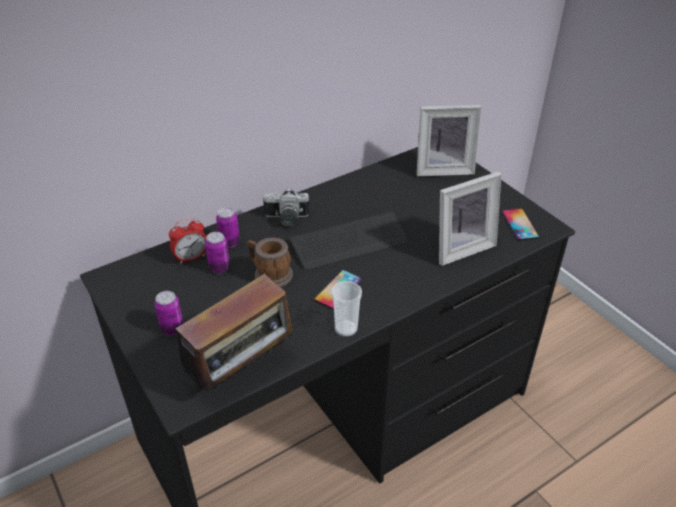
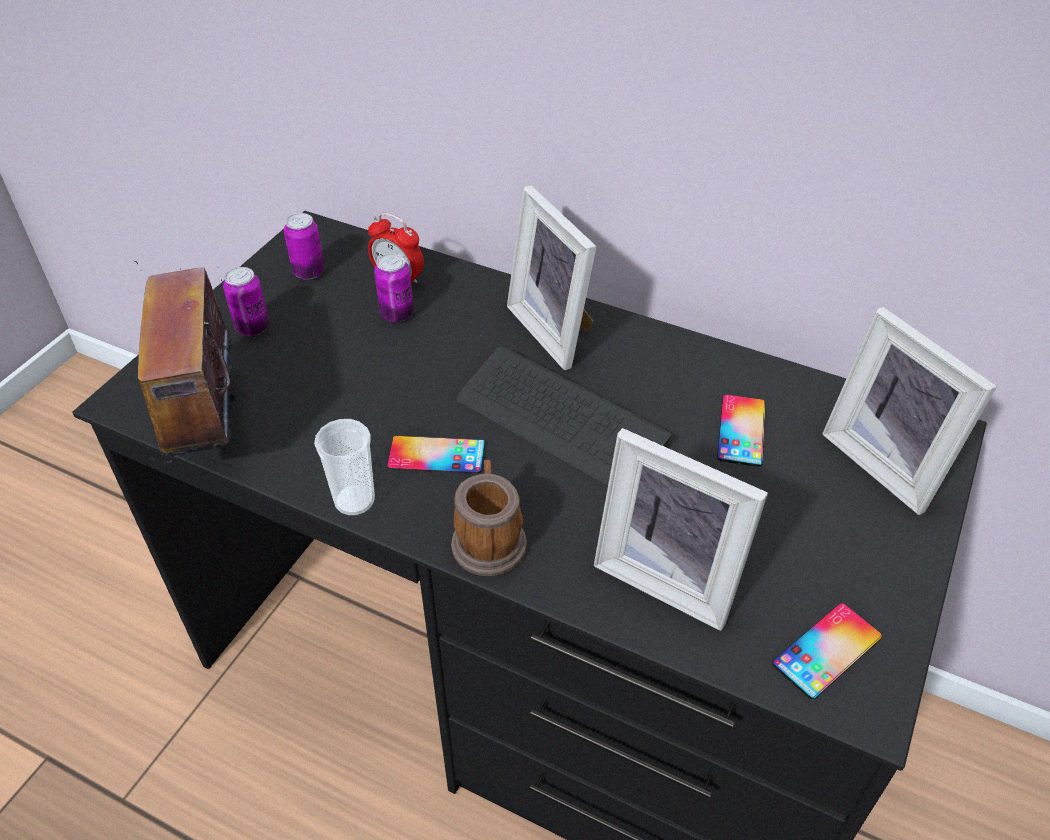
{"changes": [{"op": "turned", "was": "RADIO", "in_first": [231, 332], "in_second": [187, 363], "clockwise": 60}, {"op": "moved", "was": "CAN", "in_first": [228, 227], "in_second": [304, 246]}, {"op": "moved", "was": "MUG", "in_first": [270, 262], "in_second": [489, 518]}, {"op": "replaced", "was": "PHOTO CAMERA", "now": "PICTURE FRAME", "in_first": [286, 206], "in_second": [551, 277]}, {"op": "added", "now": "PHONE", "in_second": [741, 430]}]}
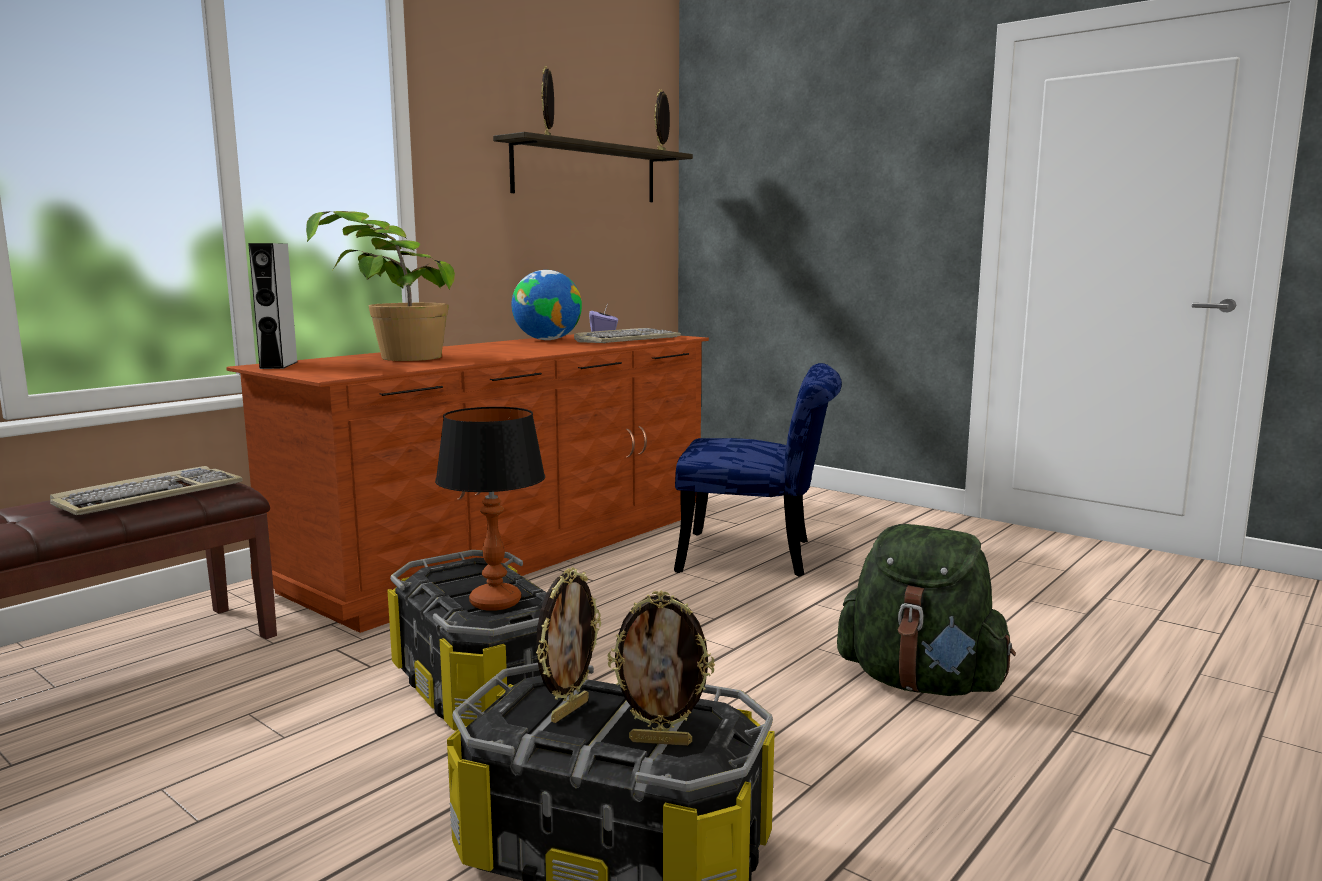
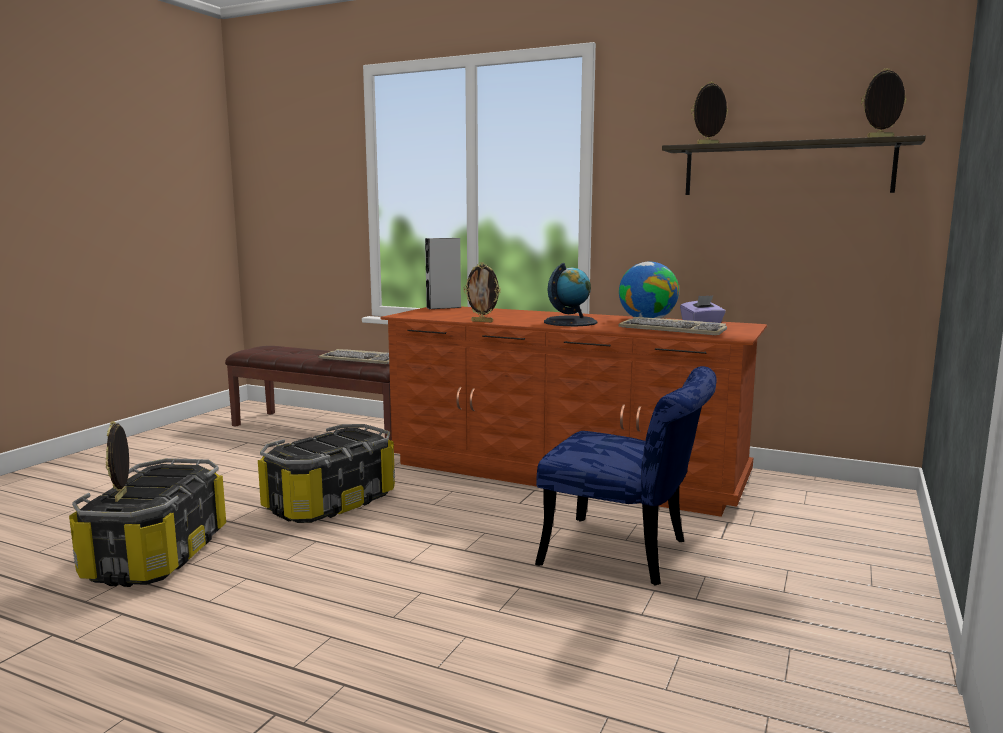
{"changes": [{"op": "removed", "was": "POTTED PLANT", "in_first": [380, 286]}, {"op": "removed", "was": "TABLE LAMP", "in_first": [490, 509]}, {"op": "moved", "was": "PICTURE FRAME", "in_first": [568, 645], "in_second": [482, 292]}, {"op": "turned", "was": "BLUE CHAIR", "in_first": [758, 469], "in_second": [626, 475], "clockwise": -60}, {"op": "removed", "was": "GREEN BACKPACK", "in_first": [926, 610]}, {"op": "added", "now": "GLOBE", "in_second": [571, 294]}]}
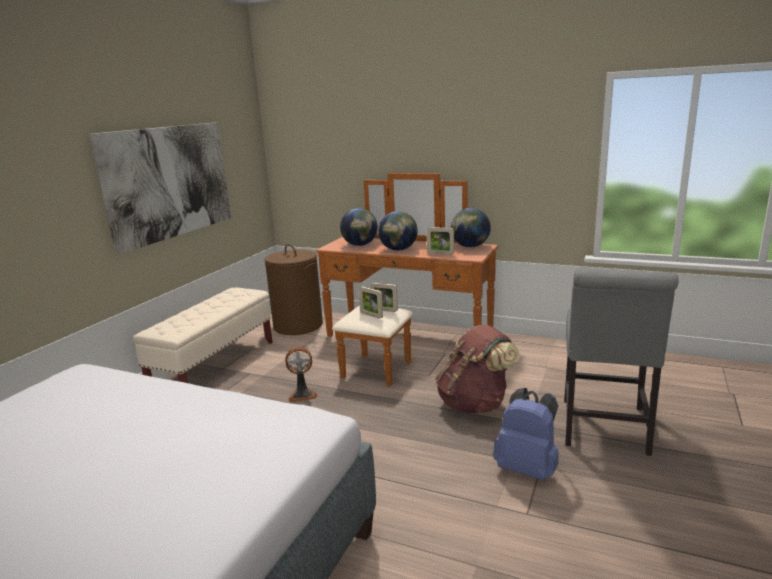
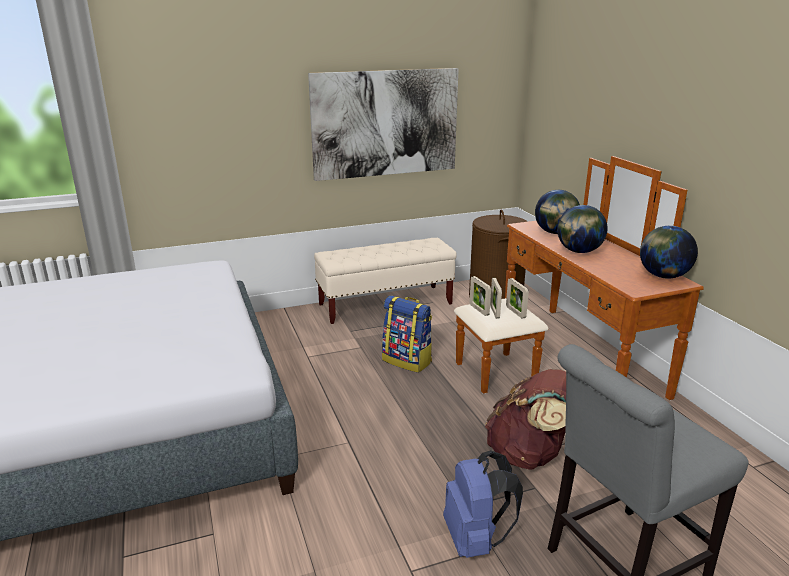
{"changes": [{"op": "replaced", "was": "FAN", "now": "BACKPACK", "in_first": [301, 374], "in_second": [407, 334]}, {"op": "moved", "was": "PICTURE FRAME", "in_first": [440, 241], "in_second": [480, 296]}]}
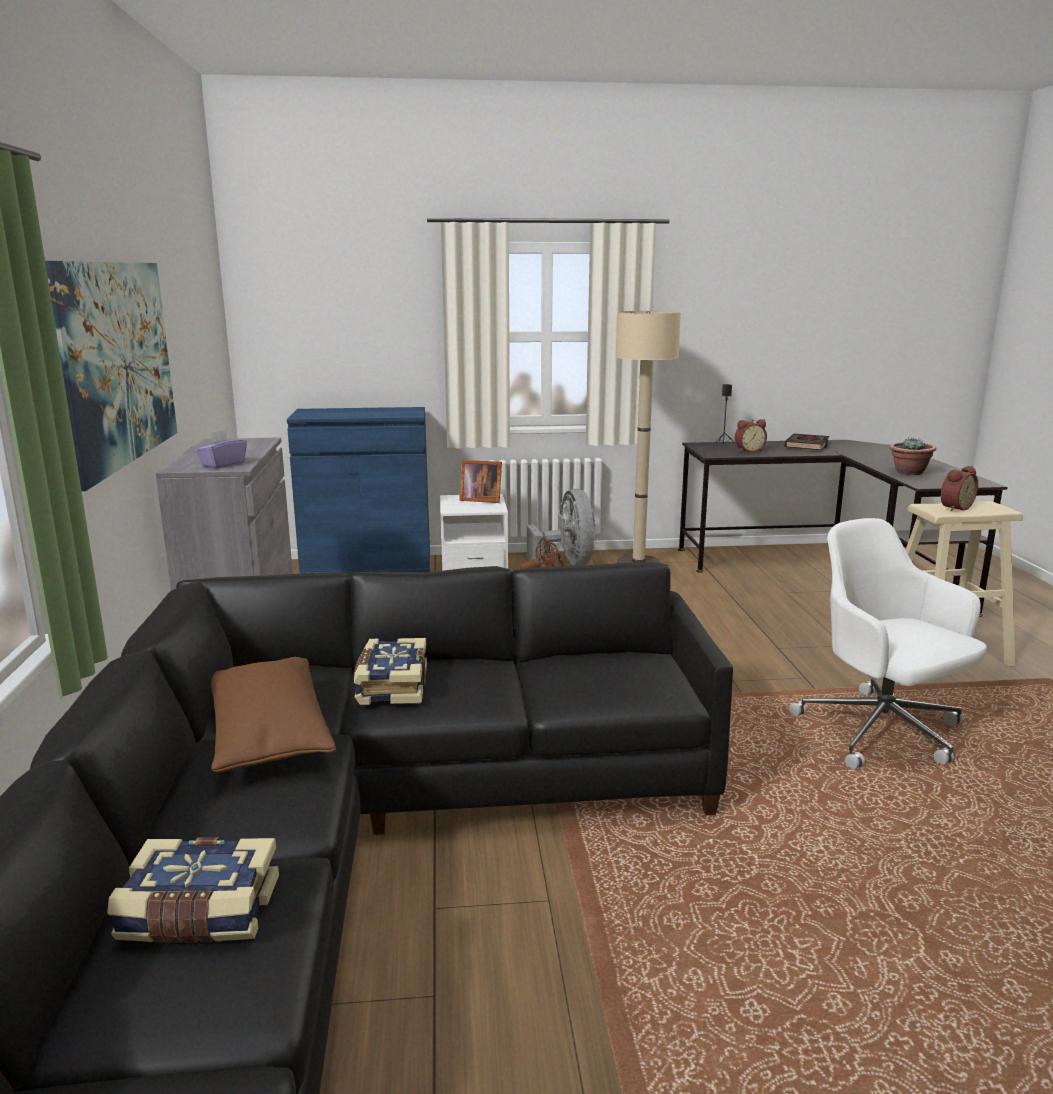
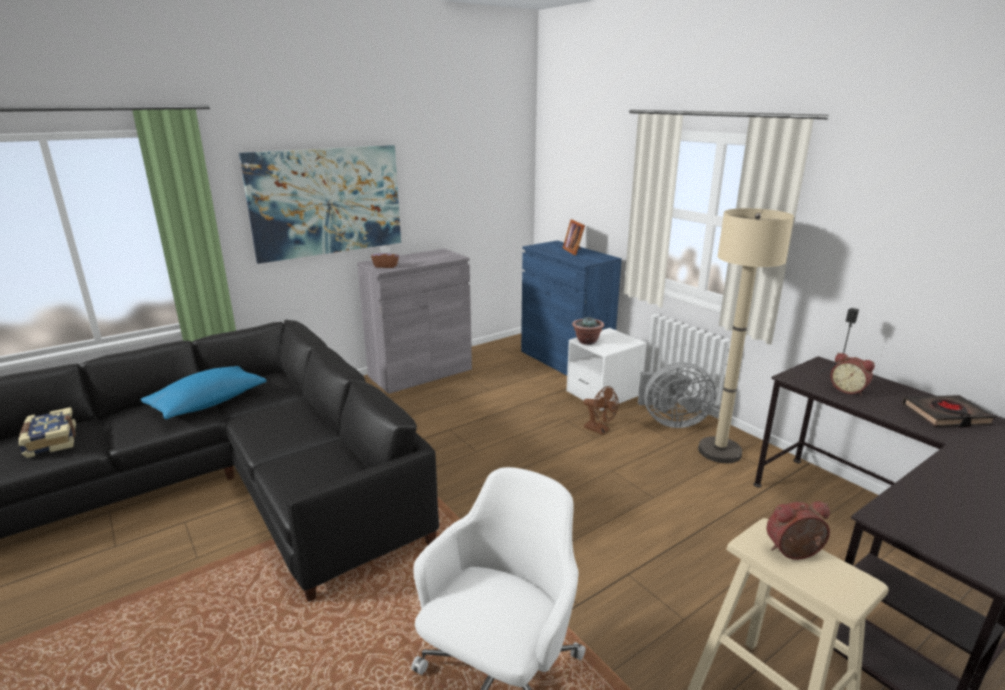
{"changes": [{"op": "recoloured", "was": "PURPLE TISSUE BOX", "now": "BROWN TISSUE BOX", "in_first": [221, 449], "in_second": [385, 257]}, {"op": "recoloured", "was": "BROWN PILLOW", "now": "BLUE PILLOW", "in_first": [273, 715], "in_second": [204, 392]}, {"op": "removed", "was": "BOOK", "in_first": [390, 671]}, {"op": "moved", "was": "PICTURE FRAME", "in_first": [480, 481], "in_second": [574, 237]}, {"op": "turned", "was": "GREY FAN", "in_first": [561, 528], "in_second": [677, 395], "clockwise": 45}, {"op": "moved", "was": "POTTED PLANT", "in_first": [912, 456], "in_second": [588, 330]}, {"op": "turned", "was": "ALARM CLOCK", "in_first": [959, 488], "in_second": [798, 531], "clockwise": 150}]}
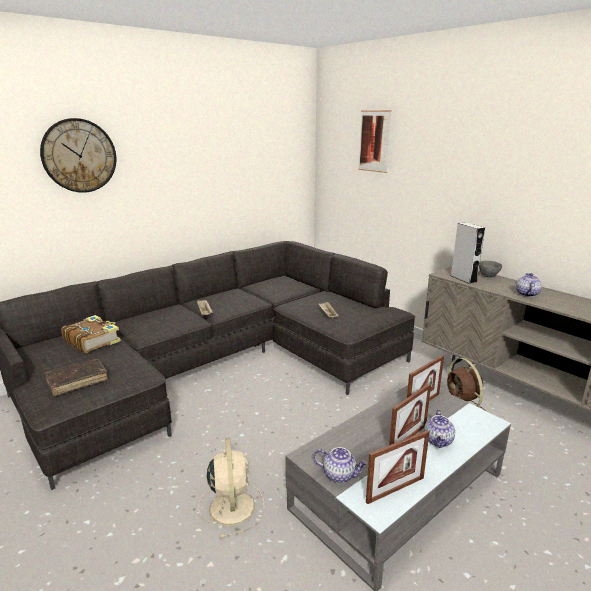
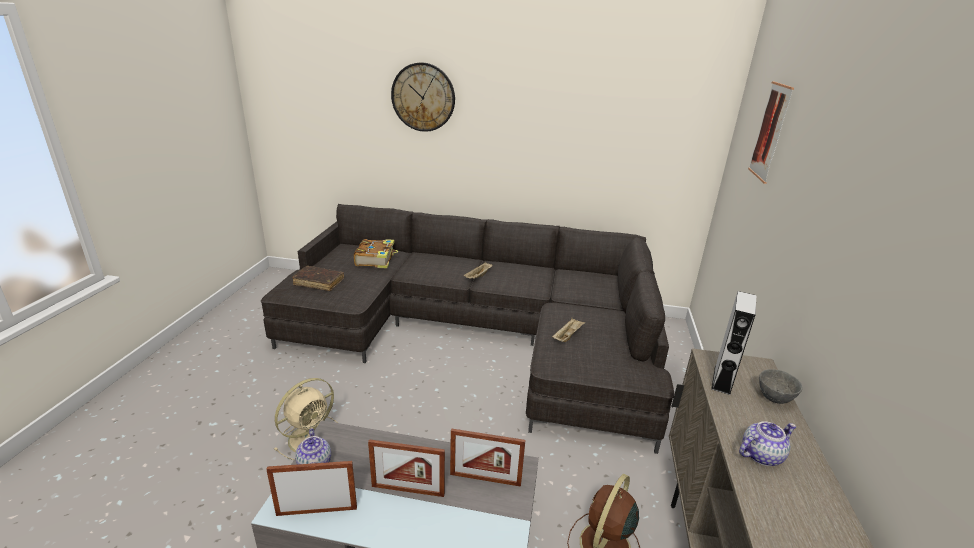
{"changes": [{"op": "turned", "was": "PICTURE FRAME", "in_first": [398, 467], "in_second": [311, 488], "clockwise": 150}, {"op": "removed", "was": "TEAPOT", "in_first": [439, 429]}]}
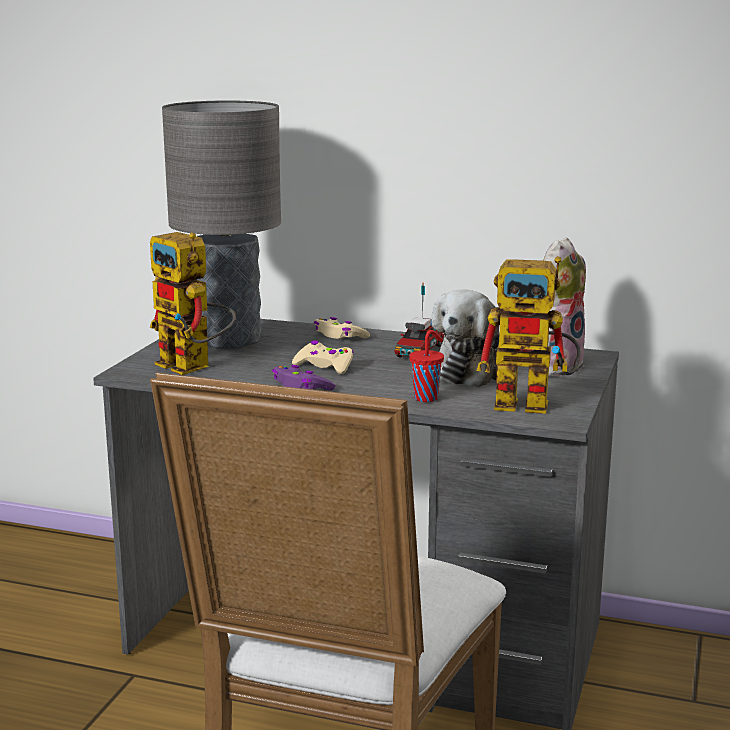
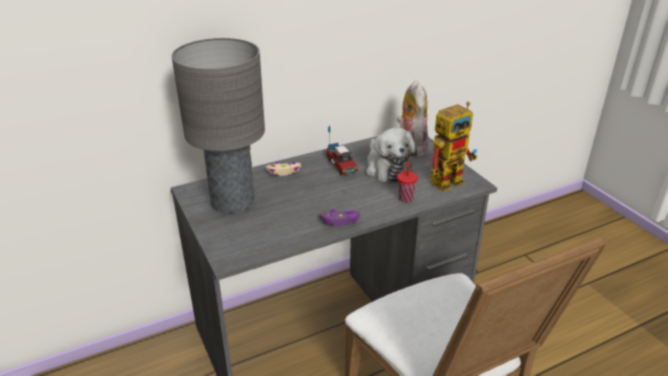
{"changes": [{"op": "removed", "was": "TOY ROBOT", "in_first": [193, 303]}, {"op": "removed", "was": "BEIGE GAME CONTROLLER", "in_first": [322, 357]}]}
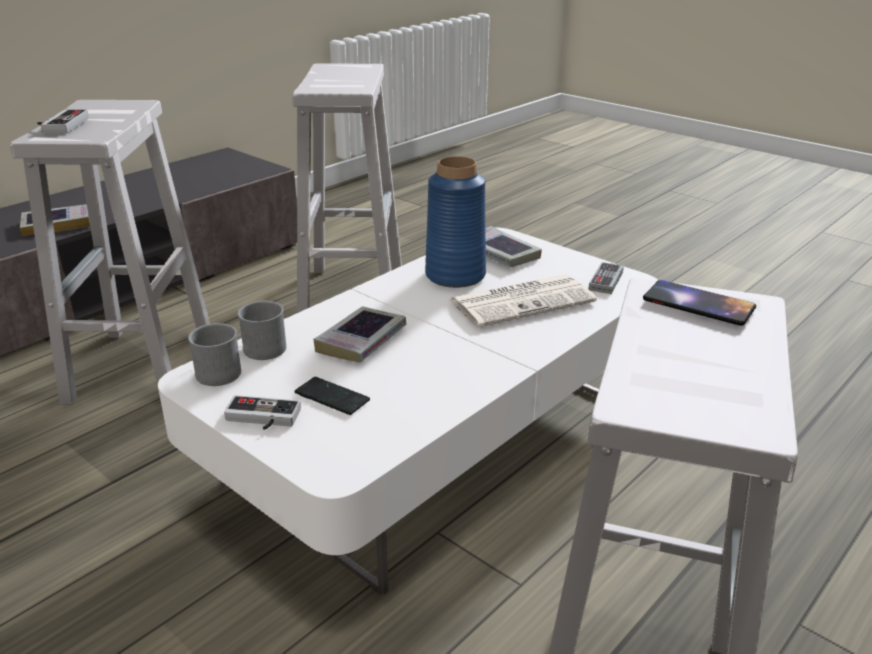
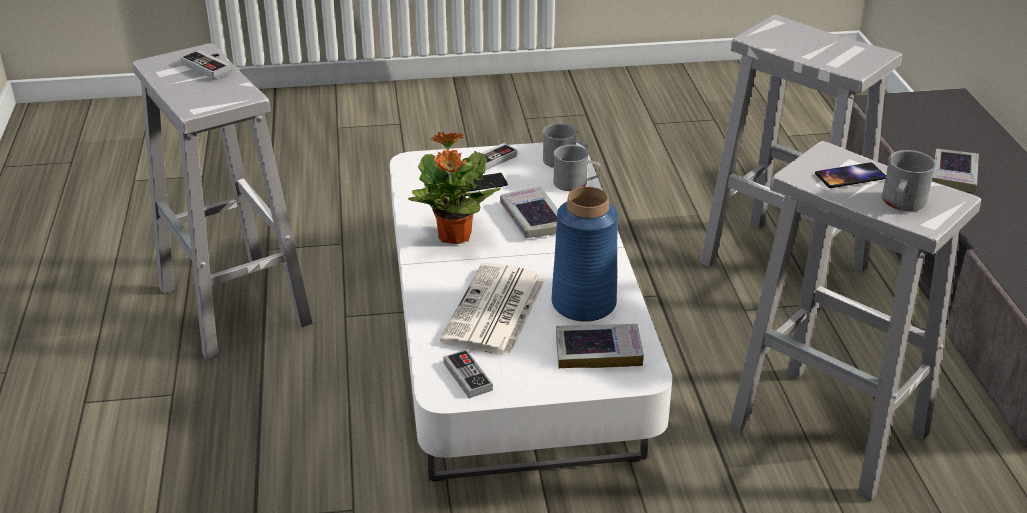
{"changes": [{"op": "moved", "was": "GAME CONTROLLER", "in_first": [63, 122], "in_second": [206, 64]}, {"op": "moved", "was": "PHONE", "in_first": [699, 303], "in_second": [850, 175]}, {"op": "added", "now": "POTTED PLANT", "in_second": [454, 187]}, {"op": "added", "now": "GREY MUG", "in_second": [909, 180]}]}
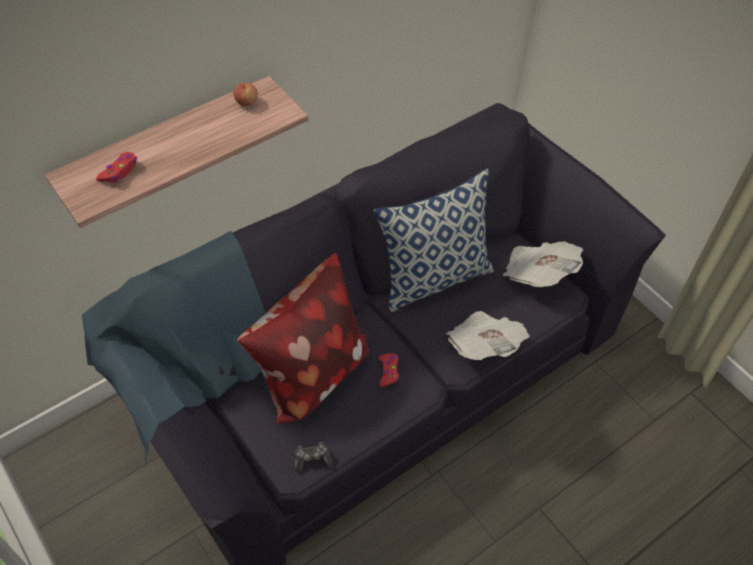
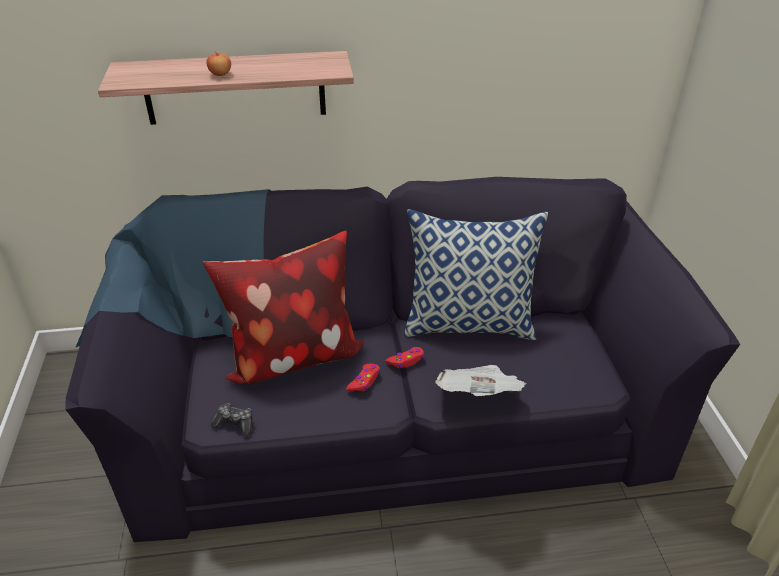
{"changes": [{"op": "moved", "was": "RED GAME CONTROLLER", "in_first": [116, 167], "in_second": [404, 357]}, {"op": "moved", "was": "APPLE", "in_first": [246, 94], "in_second": [218, 63]}, {"op": "removed", "was": "NEWSPAPER", "in_first": [543, 264]}]}
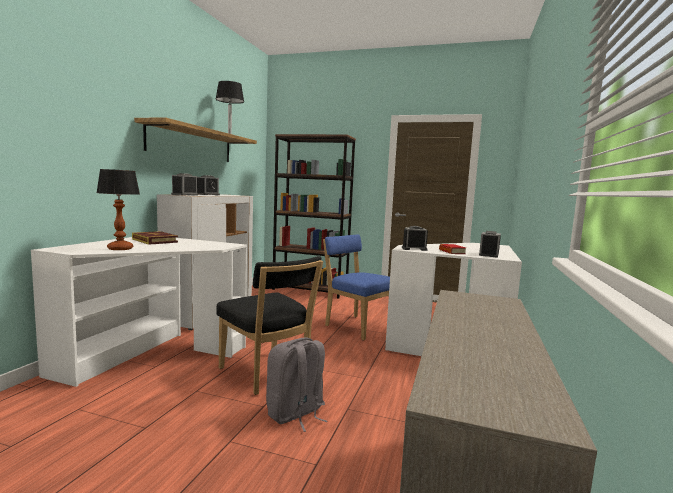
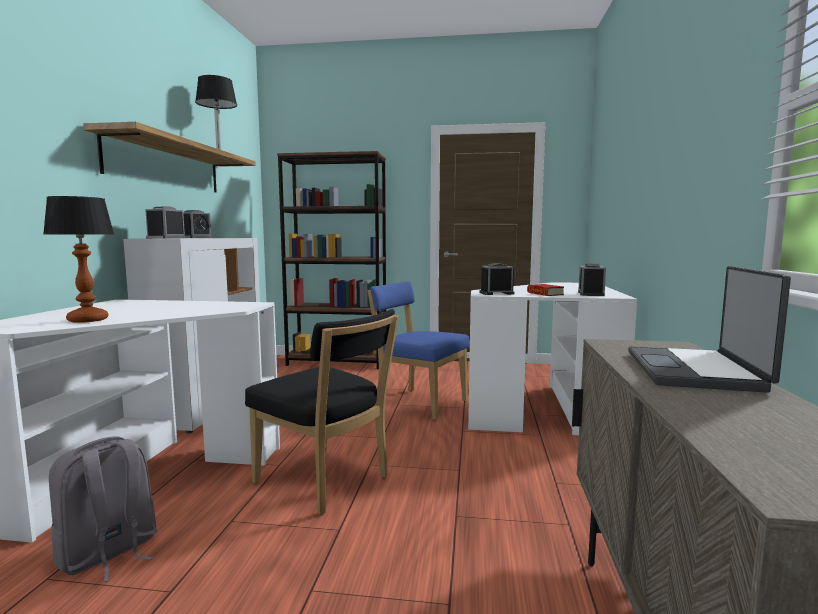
{"changes": [{"op": "removed", "was": "BOOK", "in_first": [155, 238]}, {"op": "moved", "was": "GREY BACKPACK", "in_first": [296, 384], "in_second": [103, 509]}, {"op": "added", "now": "LAPTOP", "in_second": [709, 329]}]}
